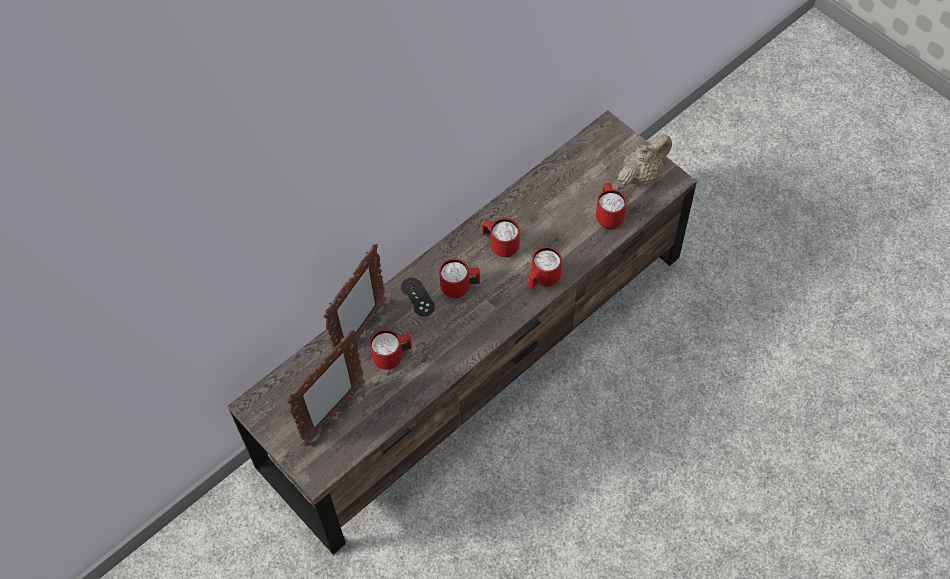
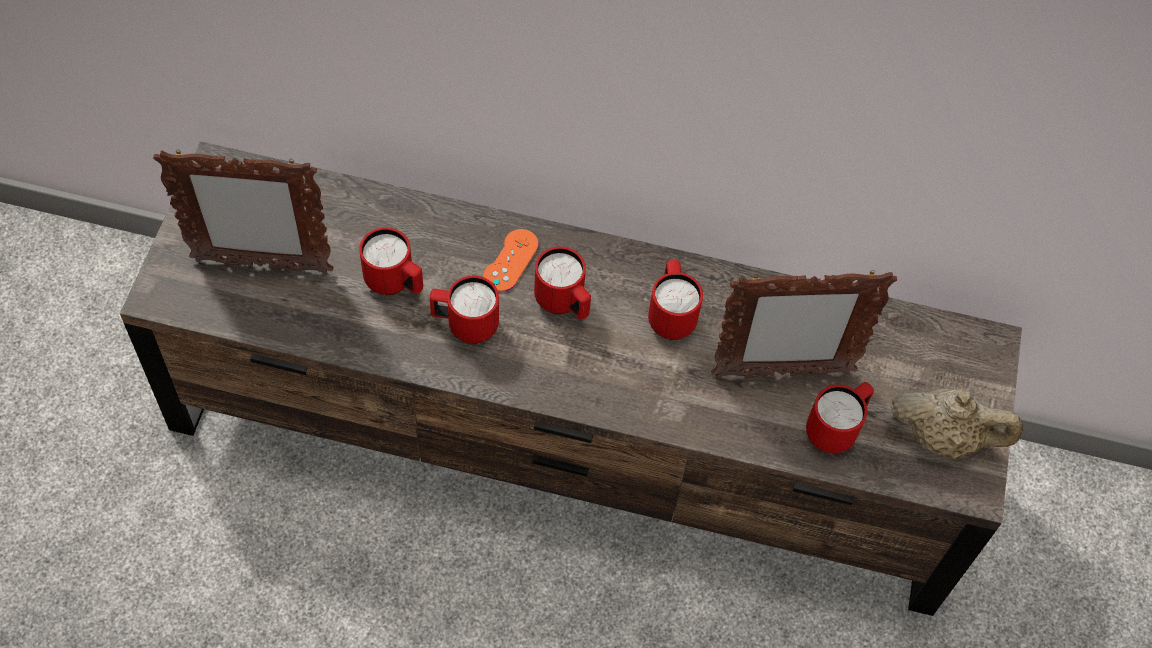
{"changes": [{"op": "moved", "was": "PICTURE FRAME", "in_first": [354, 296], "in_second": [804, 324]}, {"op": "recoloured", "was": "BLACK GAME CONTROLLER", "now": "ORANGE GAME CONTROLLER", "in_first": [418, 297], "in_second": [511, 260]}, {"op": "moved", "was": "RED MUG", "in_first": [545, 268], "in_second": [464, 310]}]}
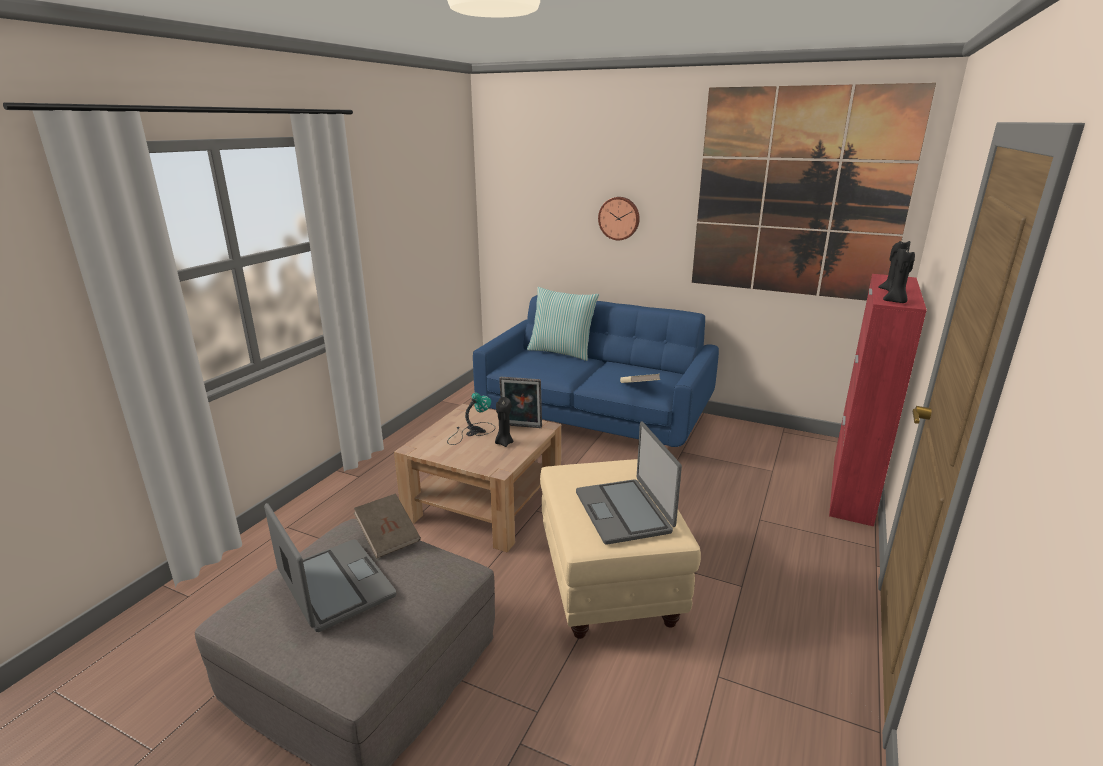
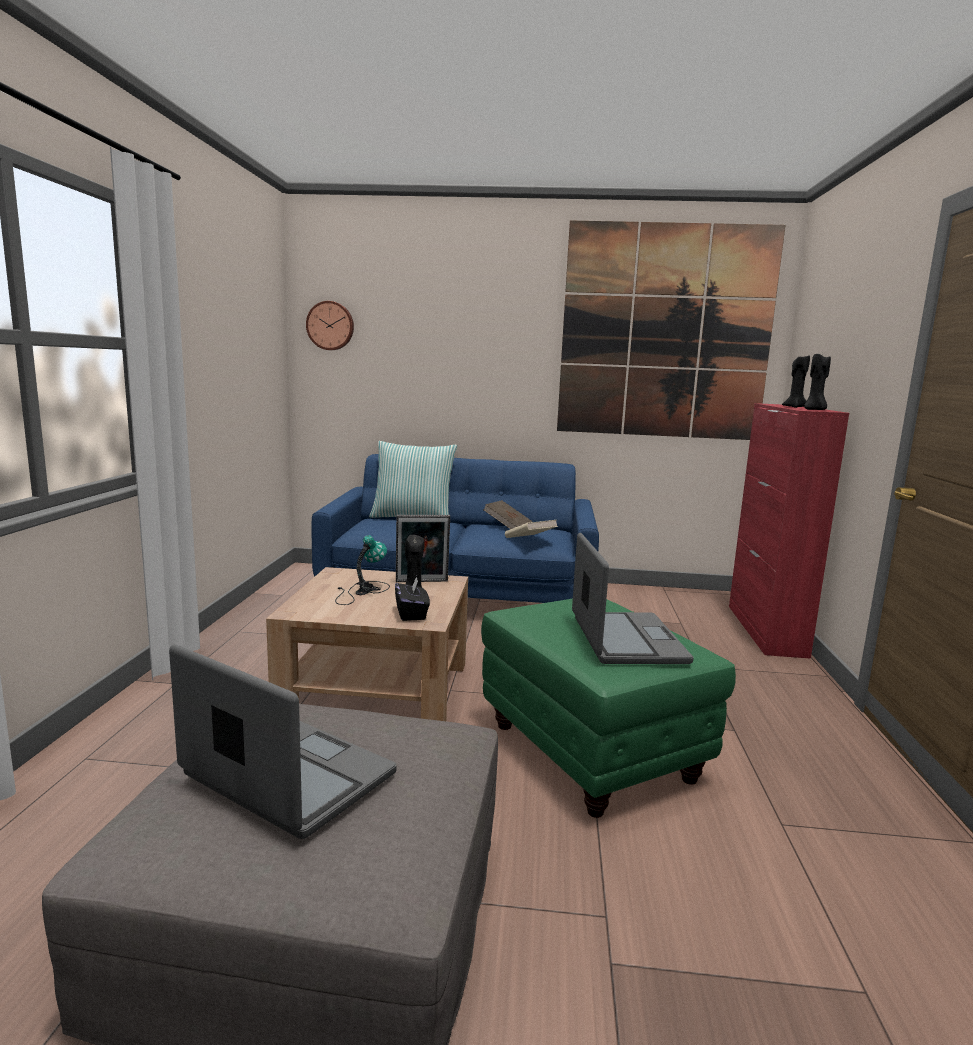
{"changes": [{"op": "moved", "was": "BROWN BOOK", "in_first": [387, 526], "in_second": [508, 514]}, {"op": "recoloured", "was": "BEIGE OTTOMAN", "now": "GREEN OTTOMAN", "in_first": [620, 549], "in_second": [608, 708]}, {"op": "turned", "was": "LAPTOP", "in_first": [629, 483], "in_second": [633, 598], "clockwise": -150}, {"op": "moved", "was": "WALL CLOCK", "in_first": [619, 218], "in_second": [330, 325]}, {"op": "added", "now": "BLACK TISSUE BOX", "in_second": [412, 598]}]}
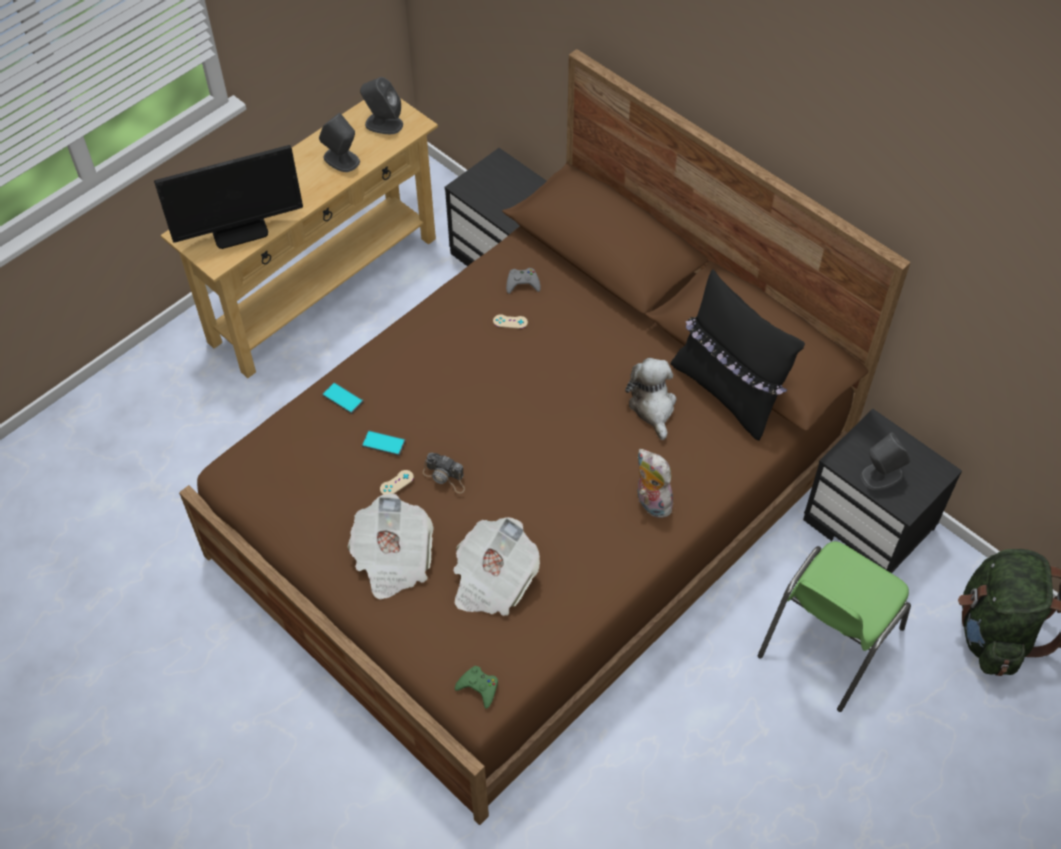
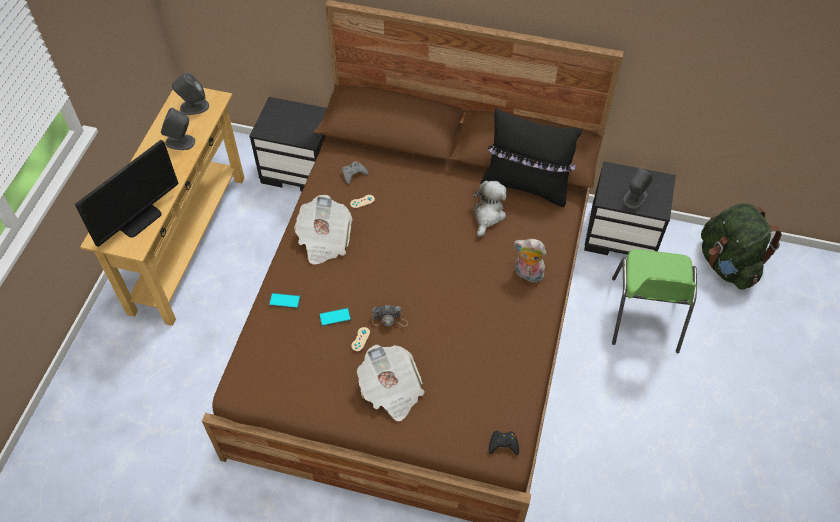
{"changes": [{"op": "moved", "was": "NEWSPAPER", "in_first": [496, 566], "in_second": [323, 230]}, {"op": "recoloured", "was": "GREEN GAME CONTROLLER", "now": "BLACK GAME CONTROLLER", "in_first": [476, 687], "in_second": [504, 443]}, {"op": "turned", "was": "PLUSH TOY", "in_first": [650, 399], "in_second": [489, 209], "clockwise": 60}]}
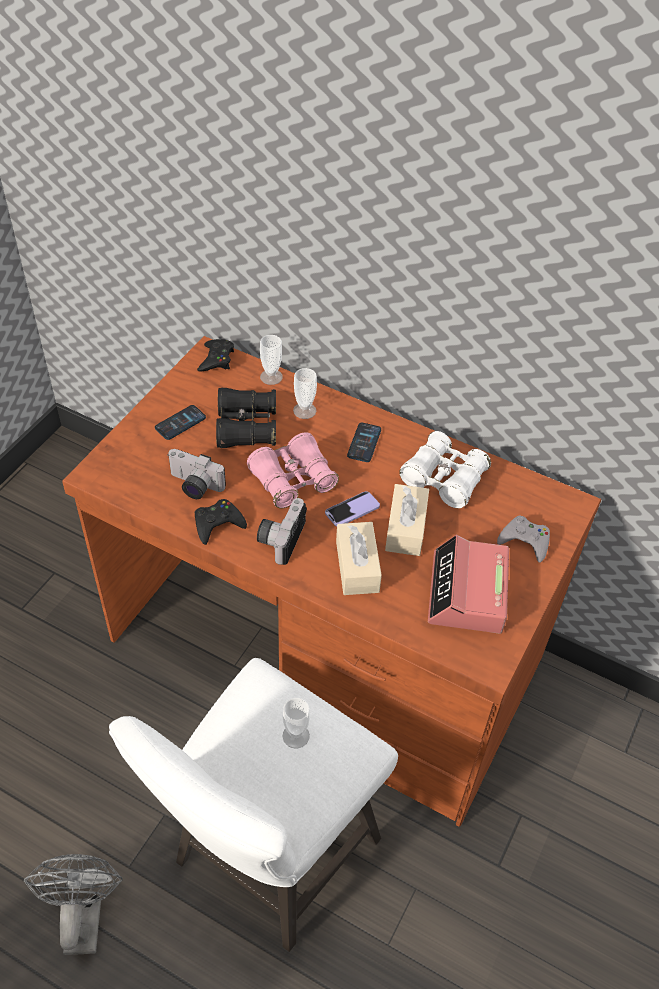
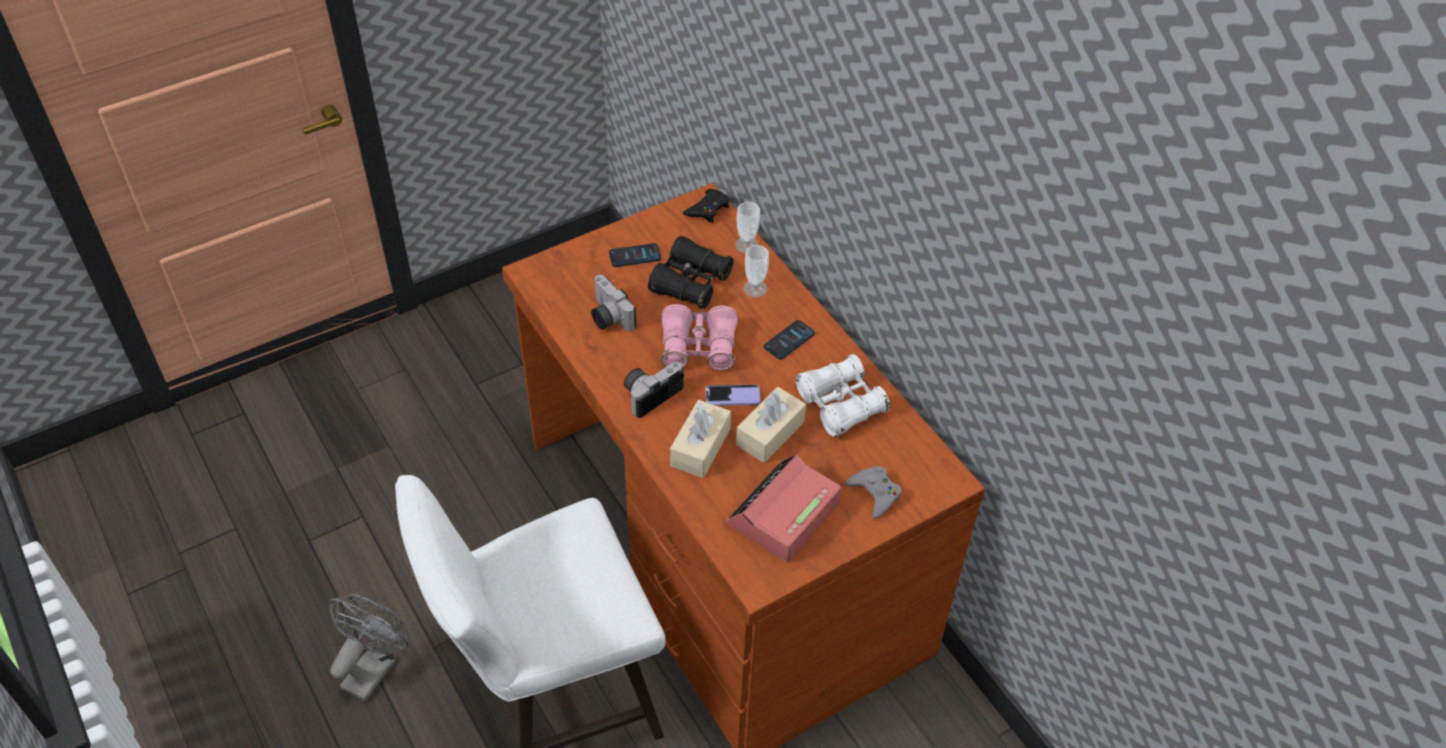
{"changes": [{"op": "removed", "was": "BLACK GAME CONTROLLER", "in_first": [221, 522]}, {"op": "removed", "was": "CUP", "in_first": [296, 723]}]}
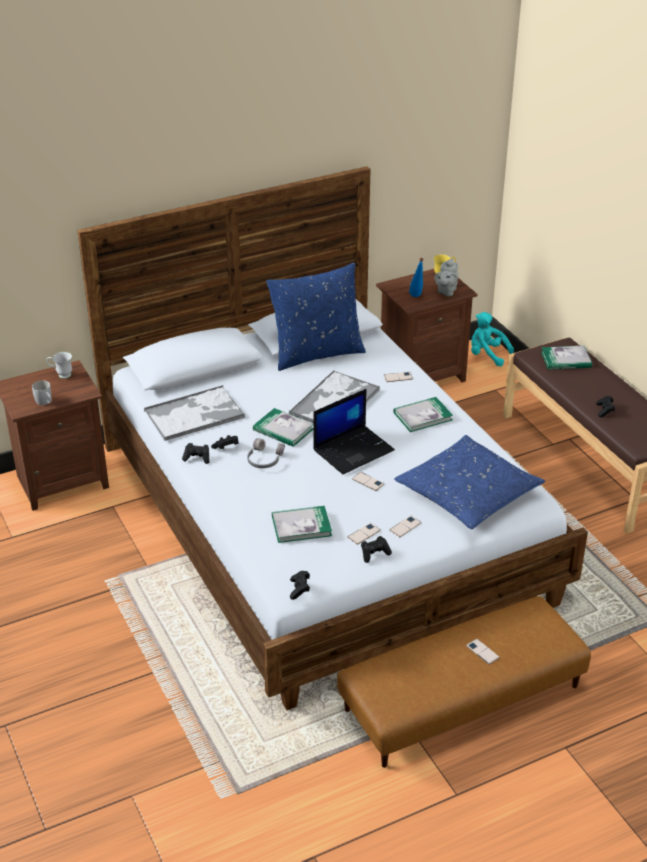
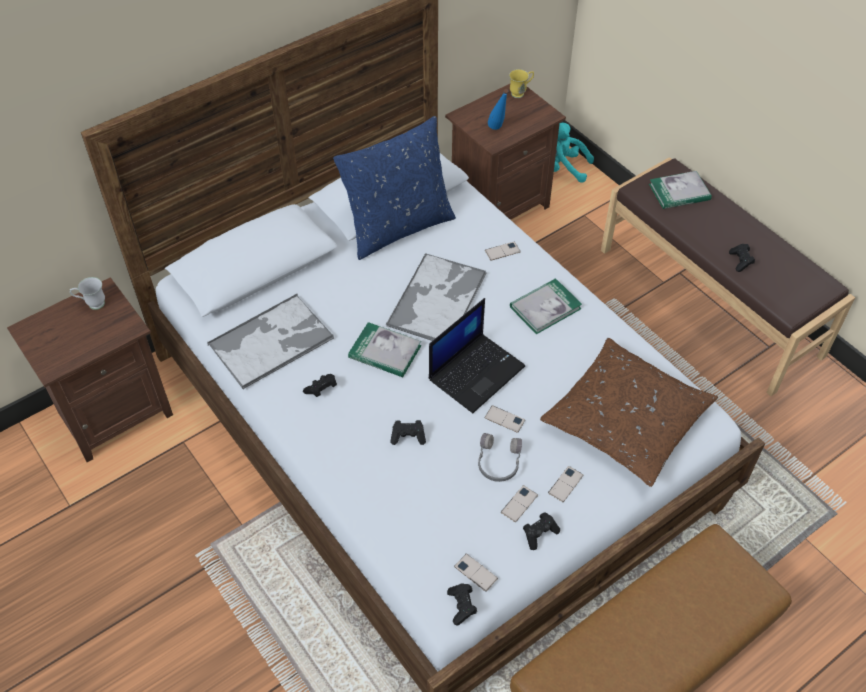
{"changes": [{"op": "removed", "was": "WHITE MUG", "in_first": [42, 392]}, {"op": "moved", "was": "BLACK GAME CONTROLLER", "in_first": [196, 453], "in_second": [408, 432]}, {"op": "moved", "was": "GREY HEADPHONES", "in_first": [266, 453], "in_second": [500, 457]}, {"op": "removed", "was": "BOOK", "in_first": [302, 524]}, {"op": "recoloured", "was": "BLUE PILLOW", "now": "BROWN PILLOW", "in_first": [469, 482], "in_second": [629, 412]}, {"op": "removed", "was": "GREY TEAPOT", "in_first": [446, 277]}, {"op": "moved", "was": "PHONE", "in_first": [483, 652], "in_second": [476, 573]}]}
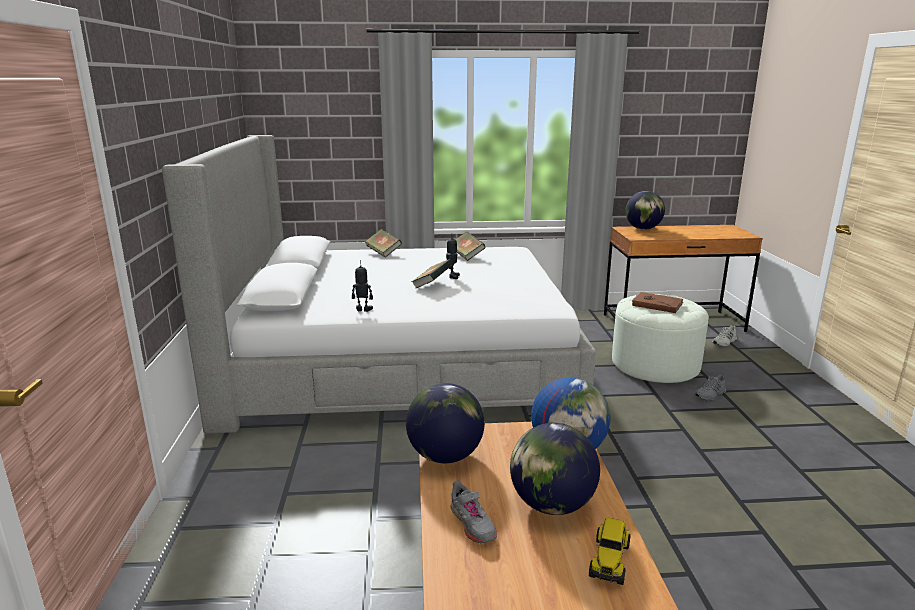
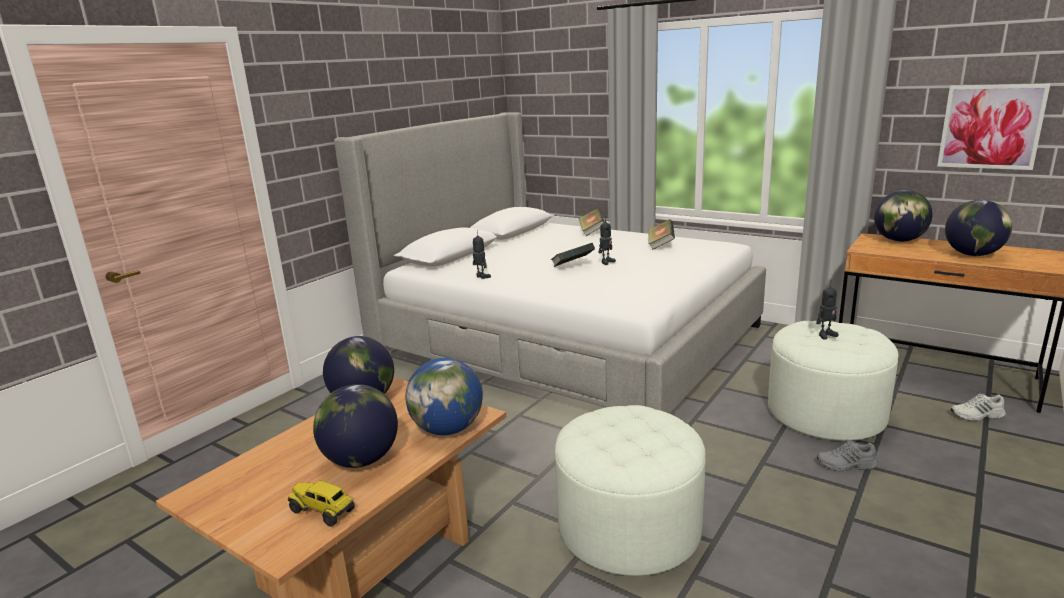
{"changes": [{"op": "removed", "was": "GREY SHOE", "in_first": [473, 512]}, {"op": "turned", "was": "TOY TRUCK", "in_first": [609, 551], "in_second": [321, 504], "clockwise": 60}, {"op": "replaced", "was": "BROWN BOOK", "now": "TOY ROBOT", "in_first": [658, 302], "in_second": [827, 312]}, {"op": "added", "now": "WHITE OTTOMAN", "in_second": [630, 490]}, {"op": "added", "now": "PICTURE", "in_second": [993, 127]}, {"op": "added", "now": "GLOBE", "in_second": [978, 228]}]}
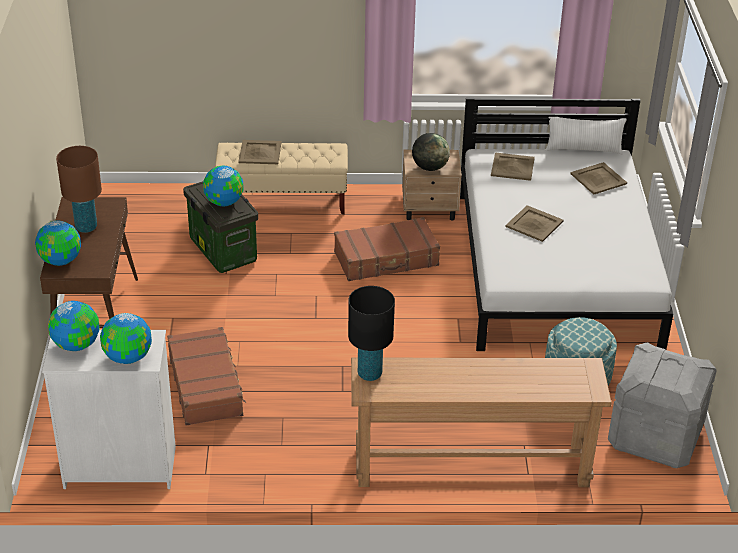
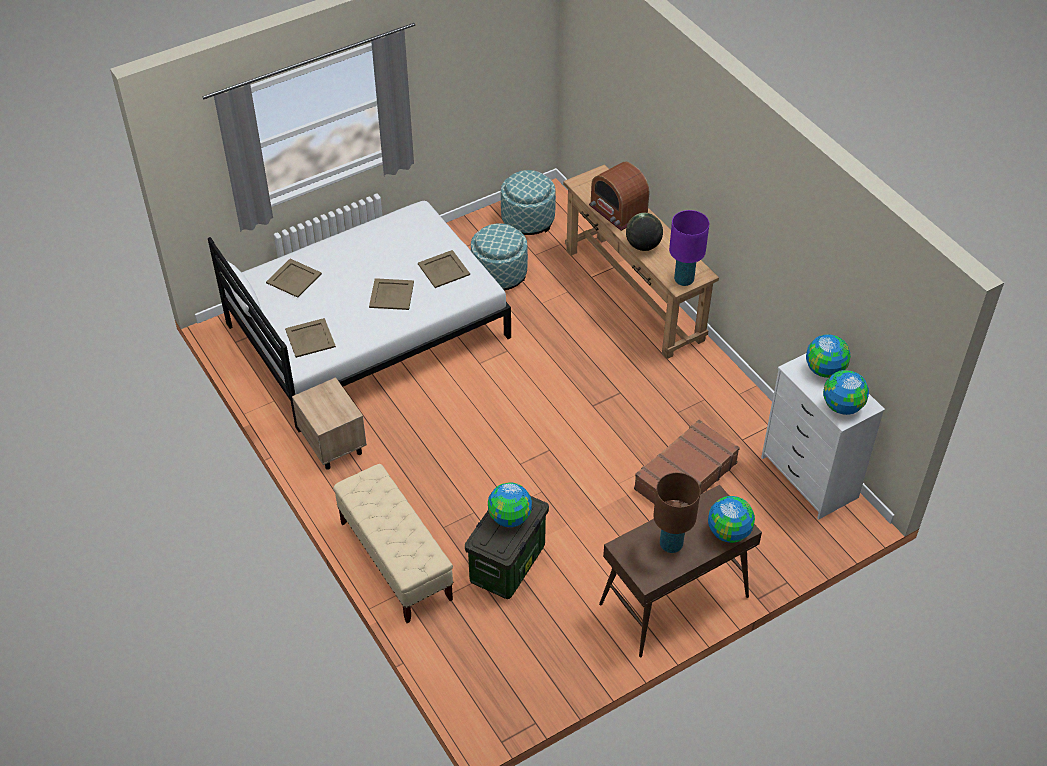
{"changes": [{"op": "moved", "was": "BEIGE TRAY", "in_first": [260, 152], "in_second": [444, 269]}, {"op": "removed", "was": "BROWN SUITCASE", "in_first": [387, 249]}, {"op": "recoloured", "was": "BLACK TABLE LAMP", "now": "PURPLE TABLE LAMP", "in_first": [371, 333], "in_second": [689, 248]}, {"op": "moved", "was": "GLOBE", "in_first": [431, 152], "in_second": [644, 232]}, {"op": "replaced", "was": "GREY STORAGE BOX", "now": "OTTOMAN", "in_first": [662, 405], "in_second": [528, 202]}, {"op": "added", "now": "RADIO", "in_second": [619, 196]}]}
